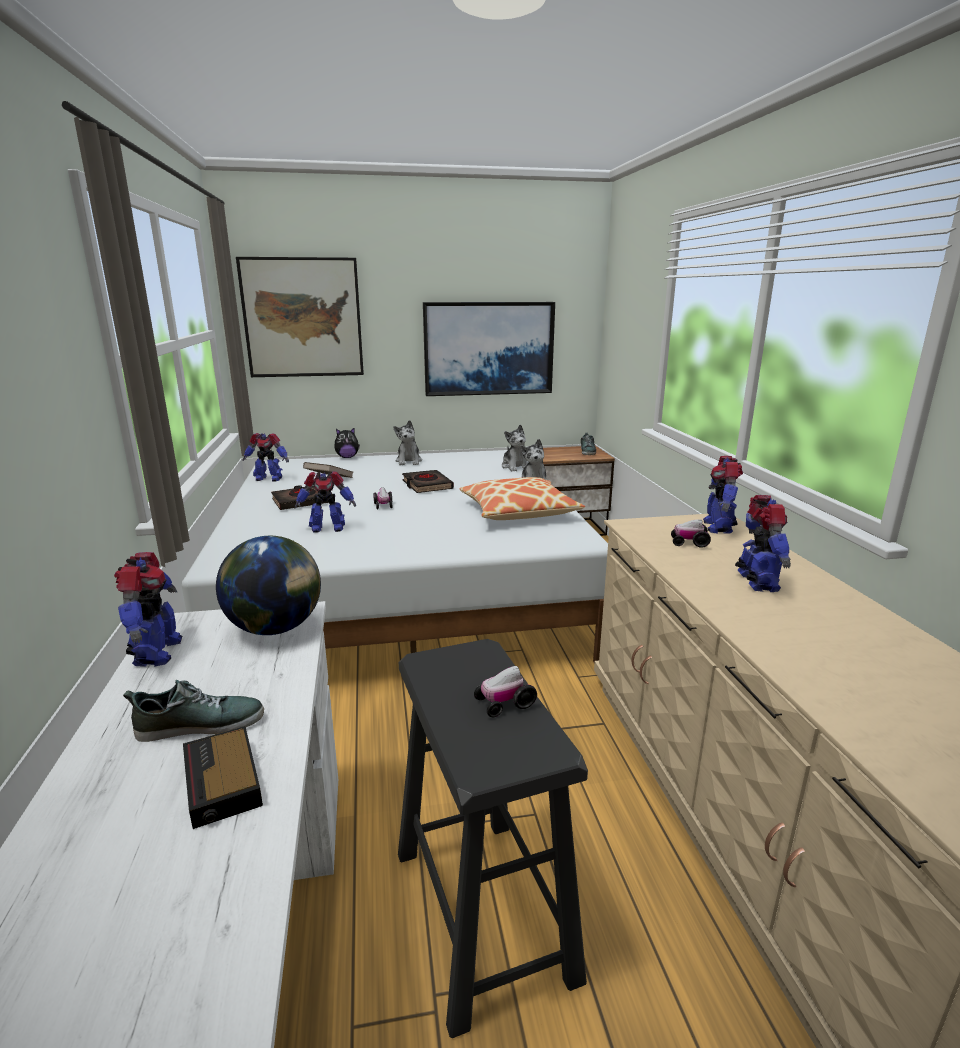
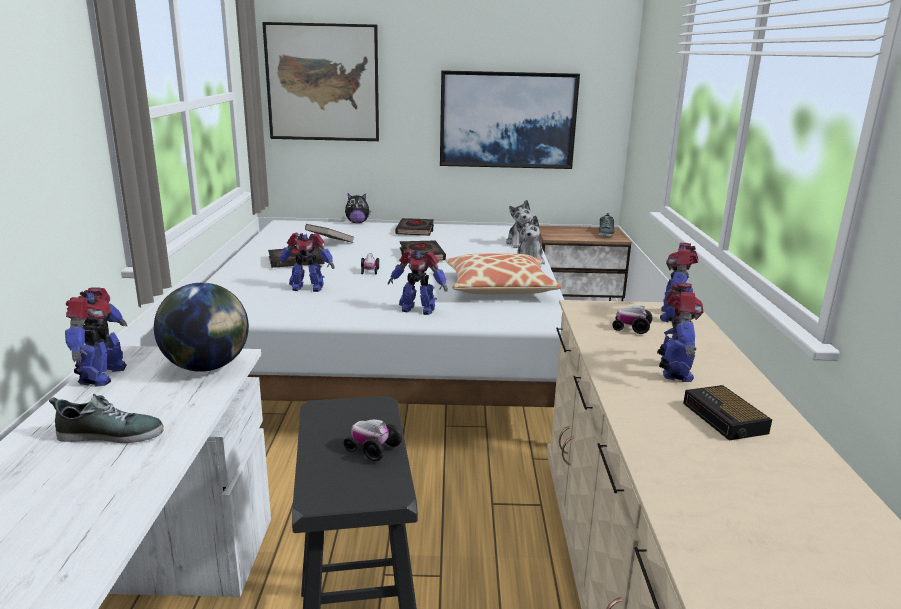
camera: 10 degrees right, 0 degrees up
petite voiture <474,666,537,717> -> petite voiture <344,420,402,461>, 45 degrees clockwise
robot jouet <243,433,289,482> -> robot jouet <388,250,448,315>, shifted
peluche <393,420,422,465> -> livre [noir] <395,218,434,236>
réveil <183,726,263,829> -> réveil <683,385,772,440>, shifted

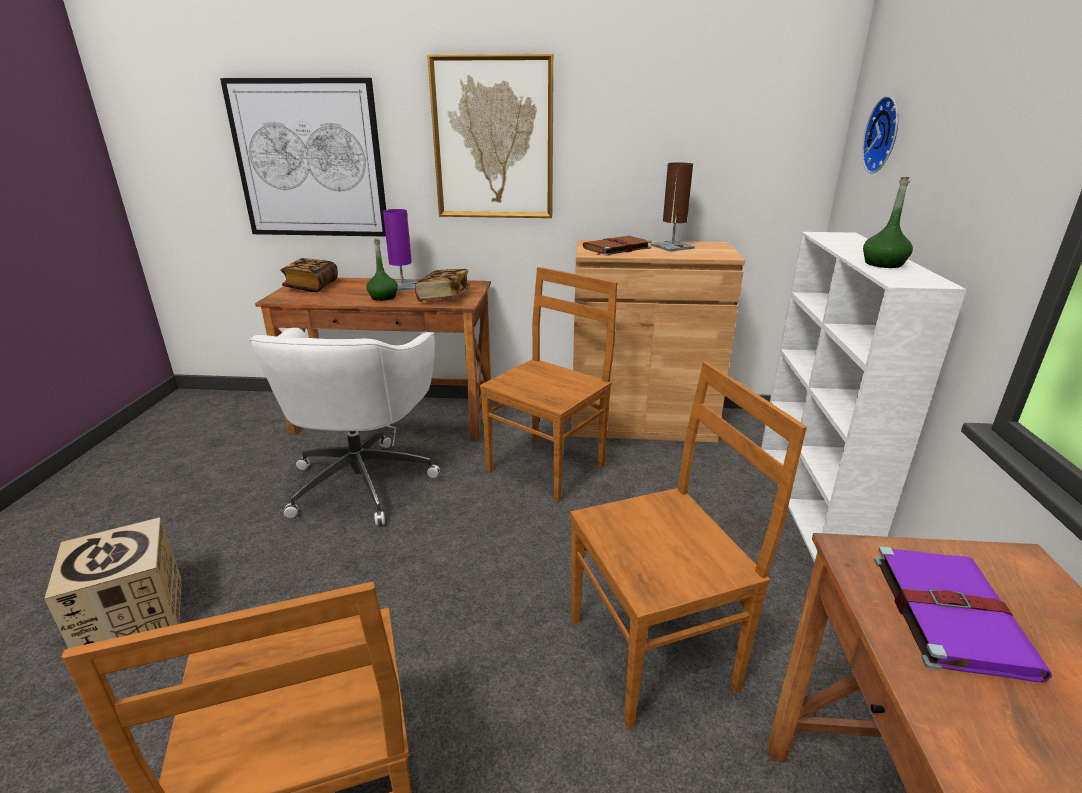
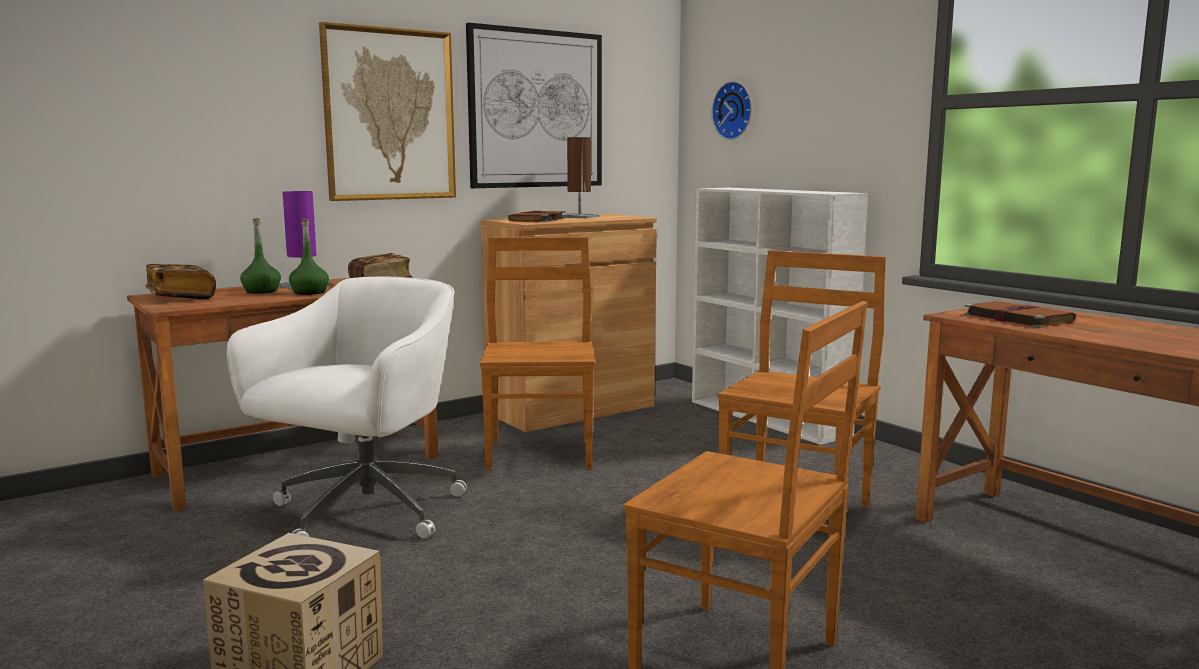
camera: 40 degrees left, 15 degrees down
chaise de bureau [blanc] <249,328,440,526> -> chaise de bureau [blanc] <227,276,467,539>, 120 degrees counterclockwise
bouteille [vert] <863,177,913,268> -> bouteille [vert] <240,218,281,294>, shifted
tableau <220,78,386,237> -> tableau <466,23,602,188>, shifted
livre [violet] <874,547,1052,682> -> livre [marron] <963,301,1076,328>

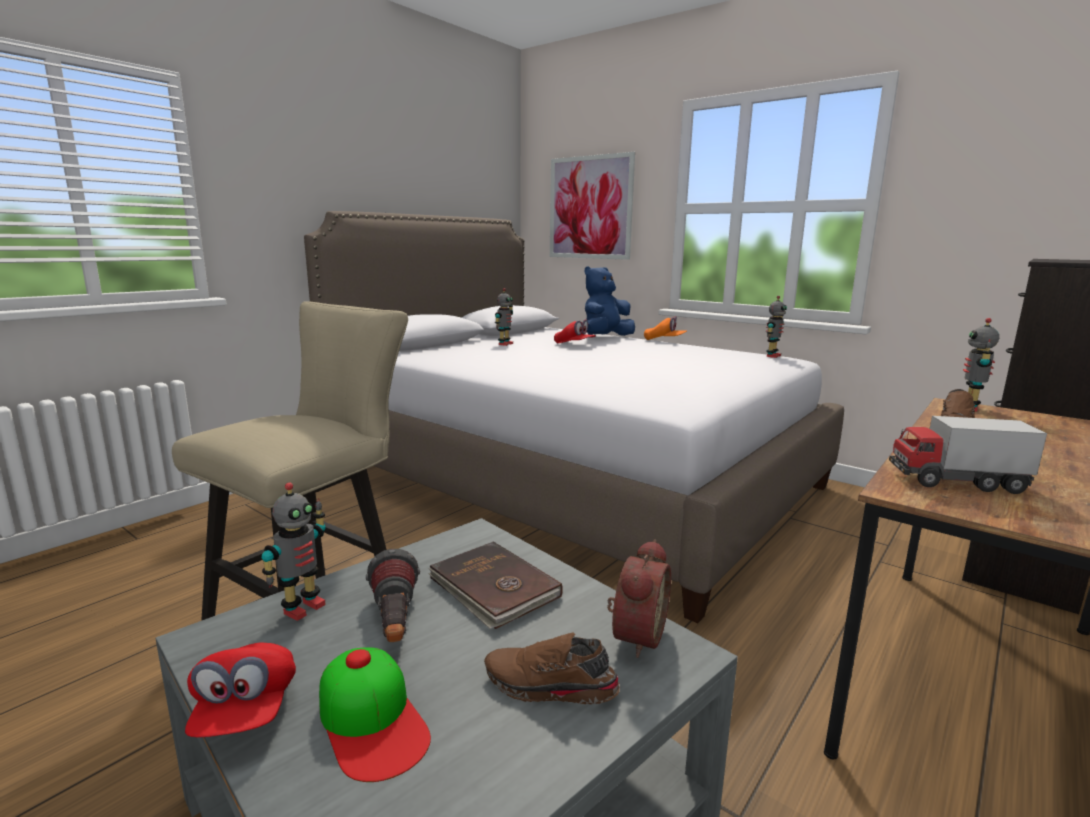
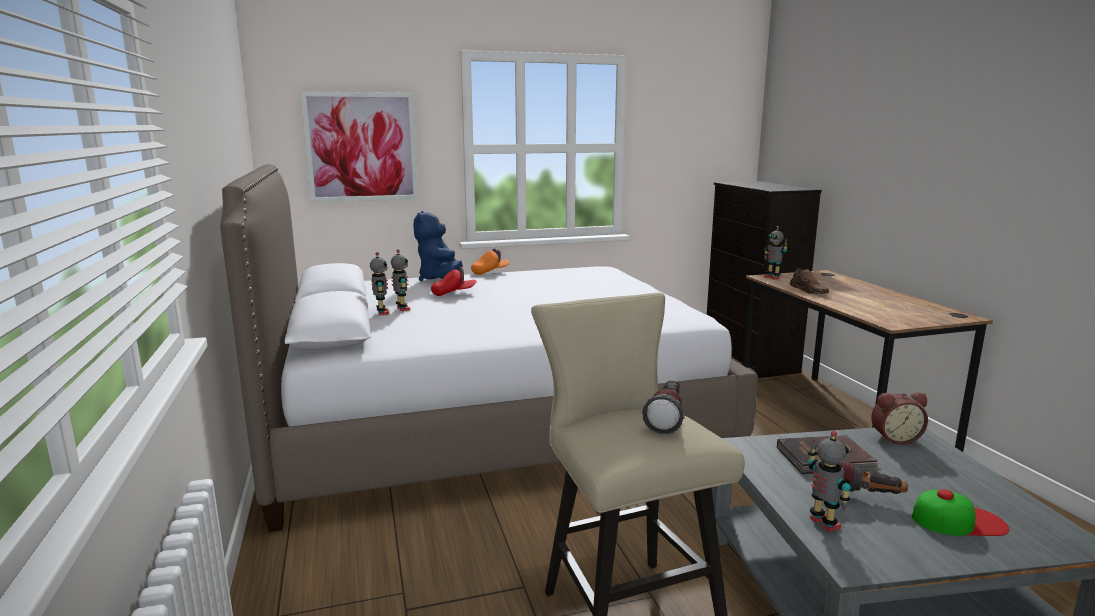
camera: 55 degrees left, 0 degrees up
robot jouet <766,296,787,358> -> robot jouet <370,252,389,315>, shifted
none -> lampe de poche <642,380,685,434>
réveil <607,539,671,658> -> réveil <871,393,928,445>, 120 degrees clockwise
casquette [rouge] <185,643,296,738> -> none
chaussure [marron] <484,632,620,704> -> none
camion jouet <889,416,1047,494> -> none

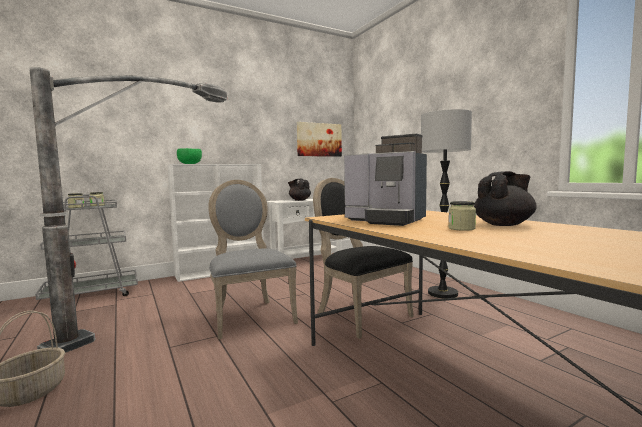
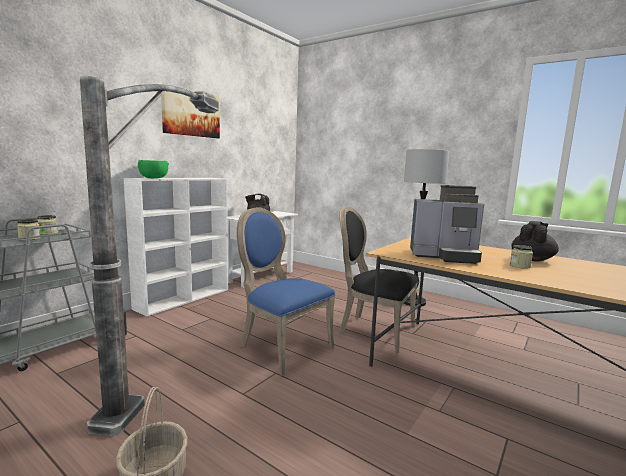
camera: 25 degrees left, 5 degrees up
tableau <297,122,342,157> -> tableau <161,84,220,138>, shifted
chaise [gris] <208,180,298,340> -> chaise [bleu] <236,207,335,376>

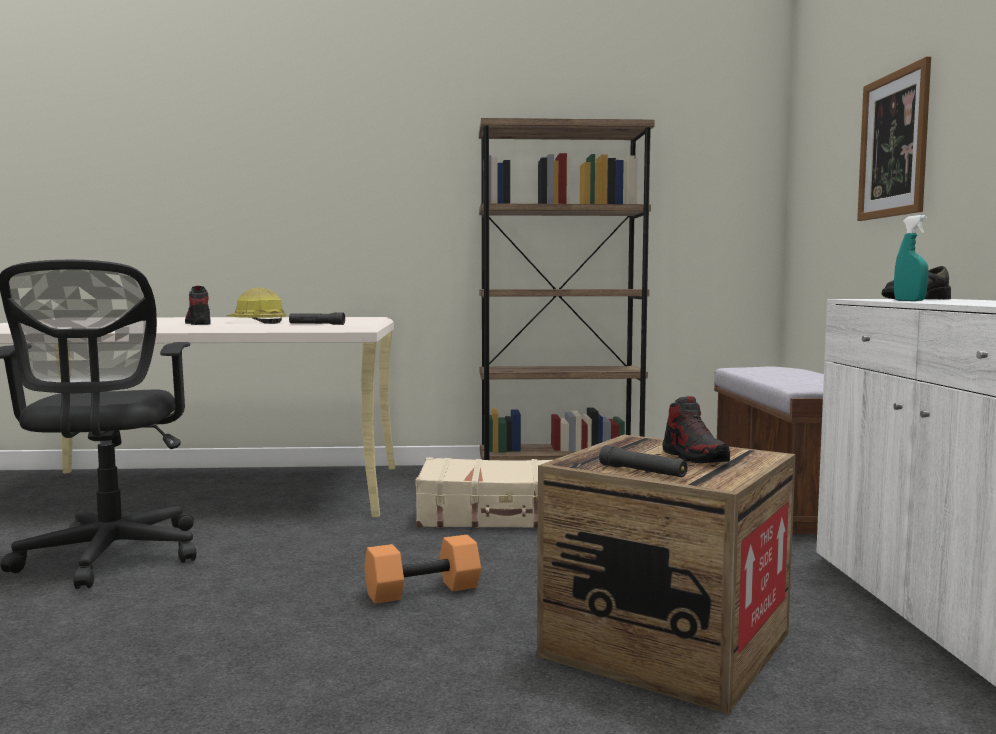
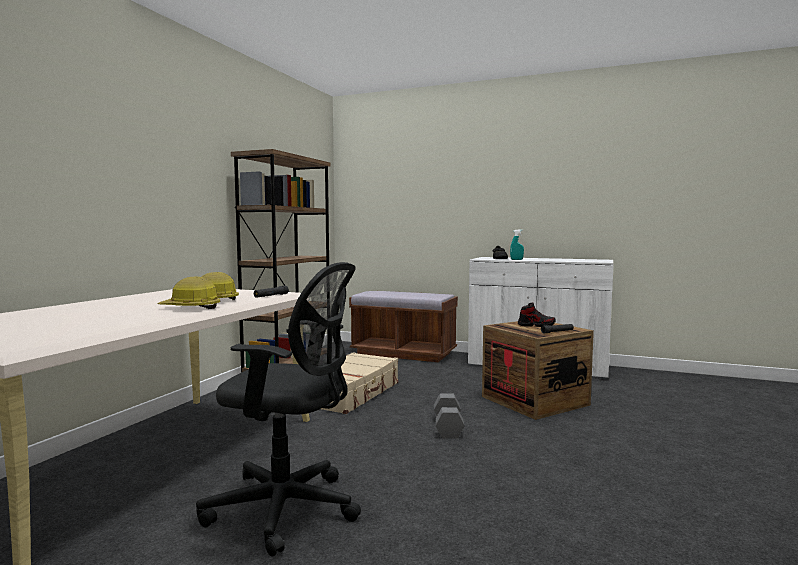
camera: 65 degrees left, 0 degrees up
chaussure <185,286,211,325> -> casque de chantier <157,276,220,309>
haltère [orange] <364,535,481,604> -> haltère [gris] <434,393,465,439>
tableau <857,57,931,221> -> none

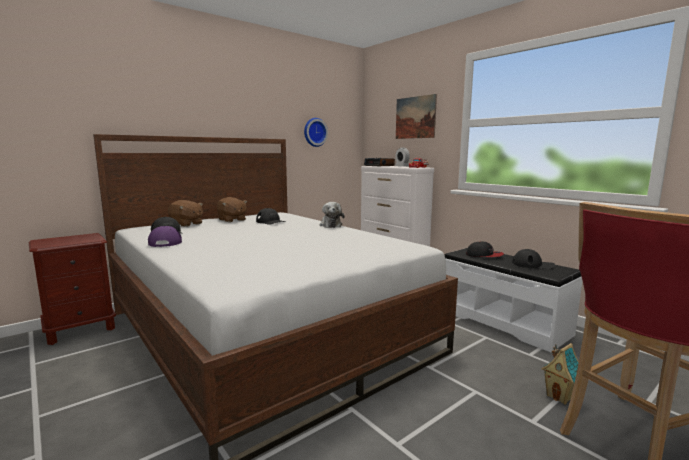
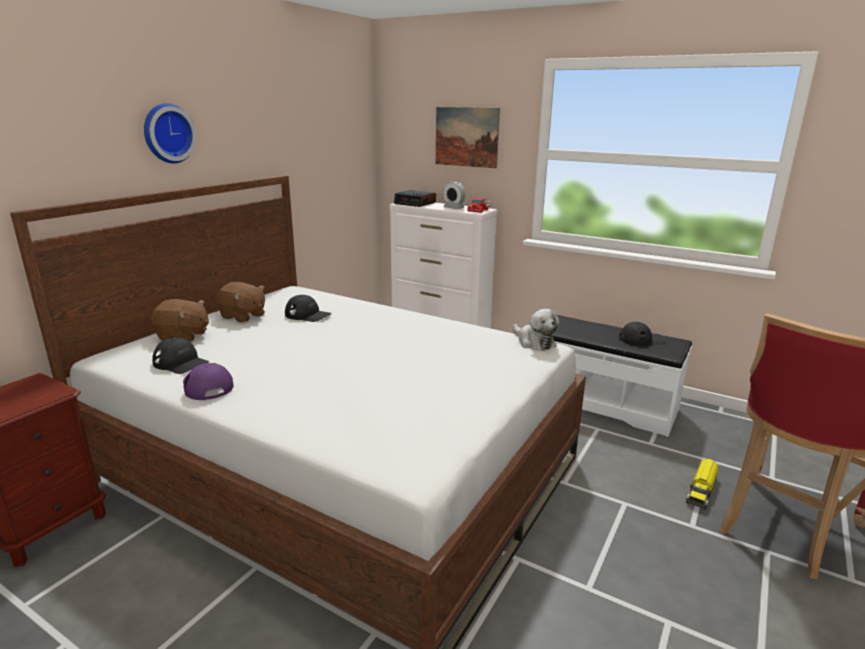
camera: 20 degrees left, 10 degrees up
horloge murale <304,118,328,147> -> horloge murale <144,103,197,164>, shifted
peluche <320,202,345,228> -> peluche <513,309,560,351>, shifted
maison miniature <541,343,579,404> -> camion jouet <686,458,718,510>
casquette <466,241,504,257> -> none

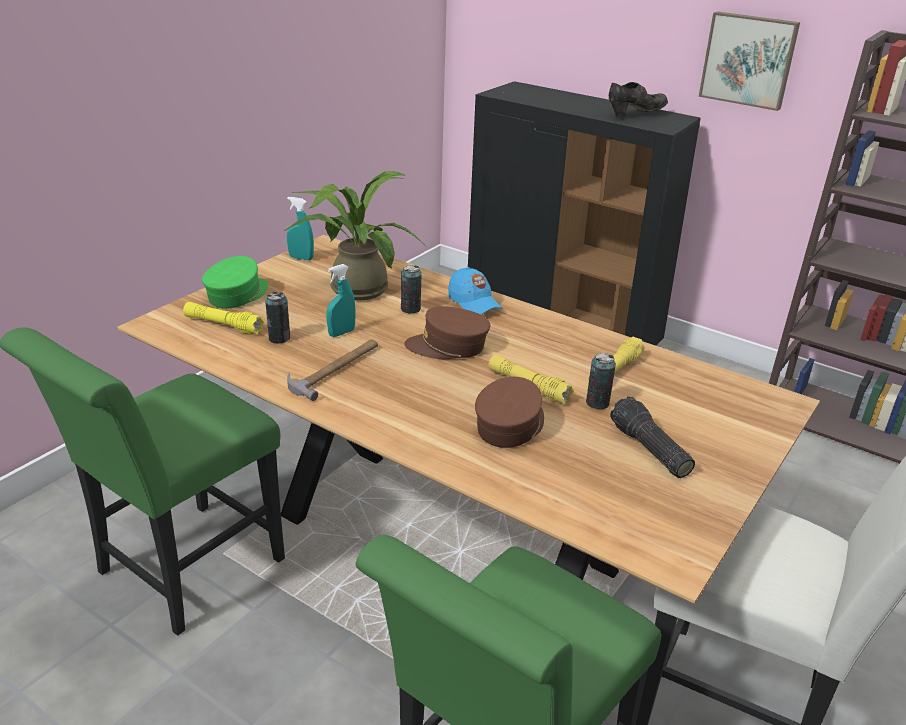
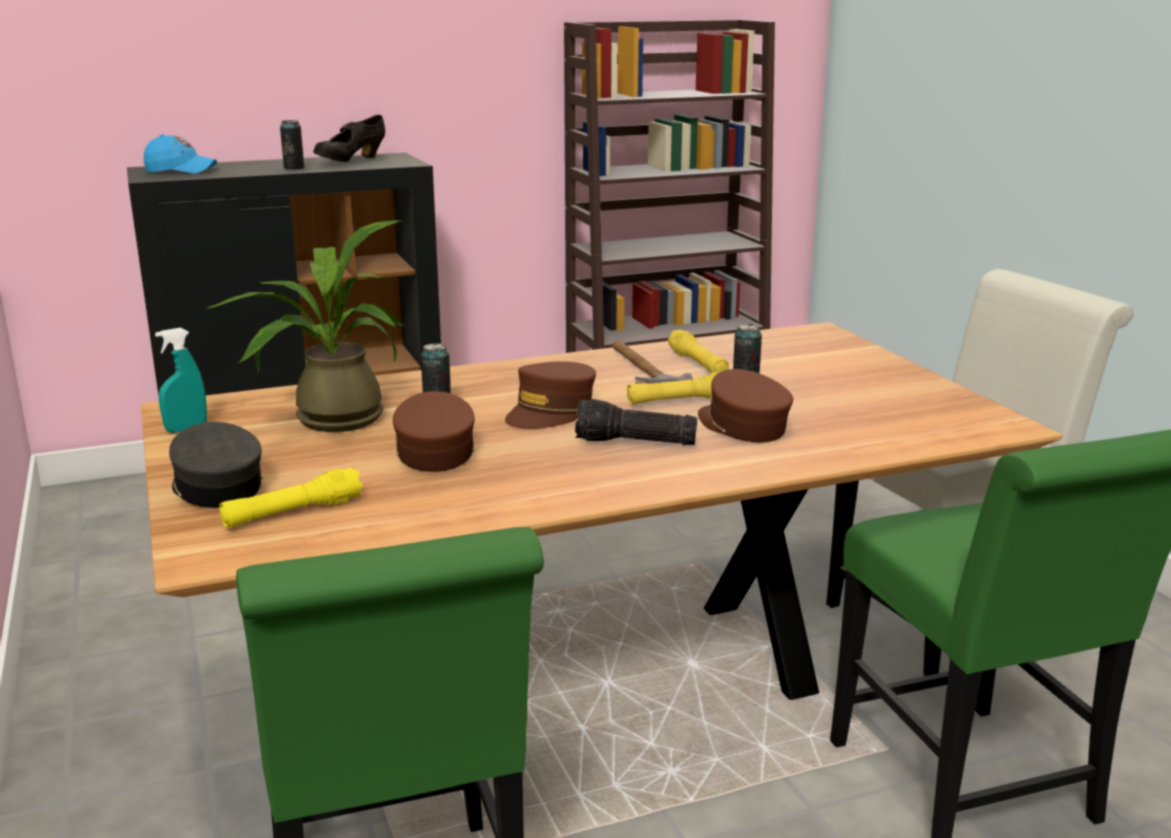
camera: 55 degrees left, 10 degrees down
casquette [bleu] <448,267,503,315> -> casquette [bleu] <144,134,217,174>, shifted
casquette [vert] <202,256,269,309> -> casquette [gris] <169,422,263,508>
boîte métallique <265,292,290,344> -> boîte métallique <280,120,305,170>, shifted
chaussure [noir] <609,82,668,118> -> chaussure [noir] <313,115,385,162>, 150 degrees counterclockwise
vaporisateur [turquoise] <326,264,356,337> -> casquette [marron] <393,391,475,472>
lampe de poche <610,396,695,478> -> lampe de poche <575,399,697,445>, shifted
marteau <287,339,378,401> -> marteau <612,341,692,384>, shifted
tableau <699,11,800,111> -> none

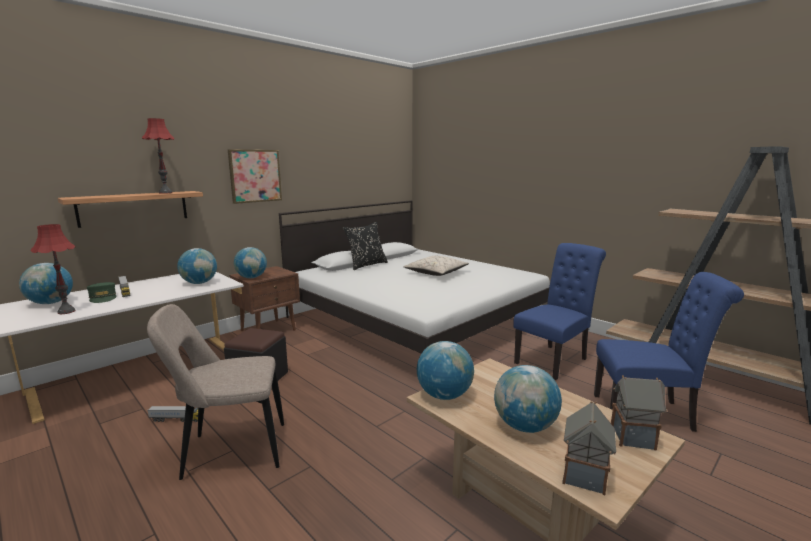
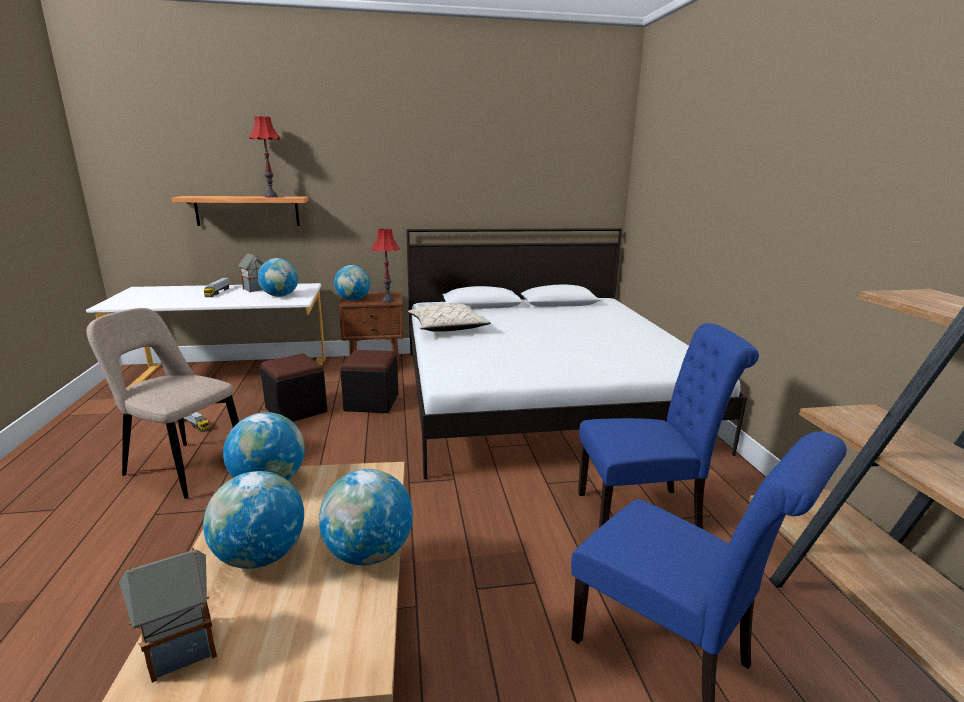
camera: 35 degrees right, 5 degrees up
maison miniature <611,375,668,451> -> maison miniature <238,252,264,293>, shifted
globe <19,263,73,304> -> globe <319,469,413,565>, shifted
none -> pouf [noir] <340,350,398,413>
lampe de table [rouge] <30,224,76,314> -> lampe de table [rouge] <371,229,400,303>, shifted
coussin [beige] <404,256,469,276> -> coussin [beige] <408,304,491,332>, shifted
casquette [vert] <87,282,117,303> -> none
tableau <228,149,282,204> -> none
coussin [noir] <343,222,388,270> -> none

